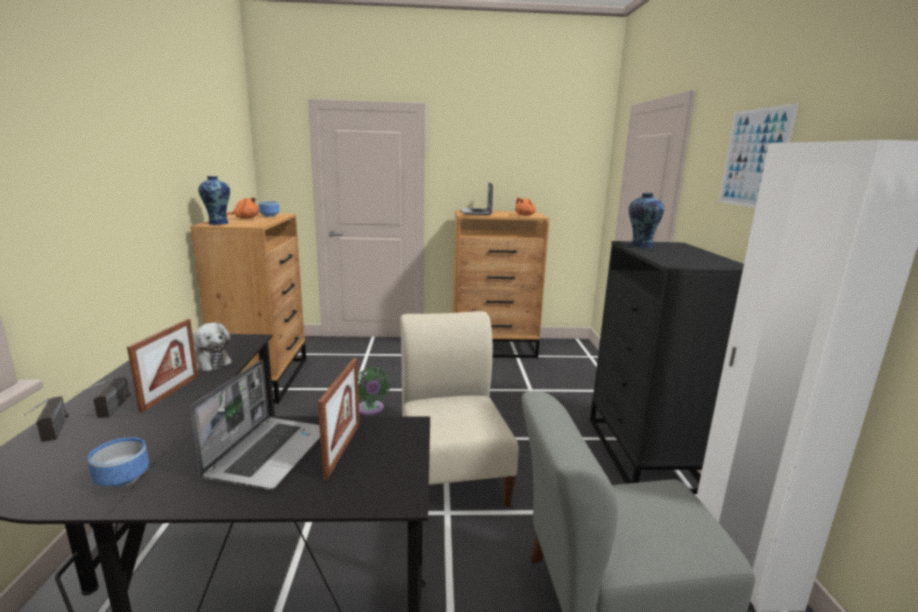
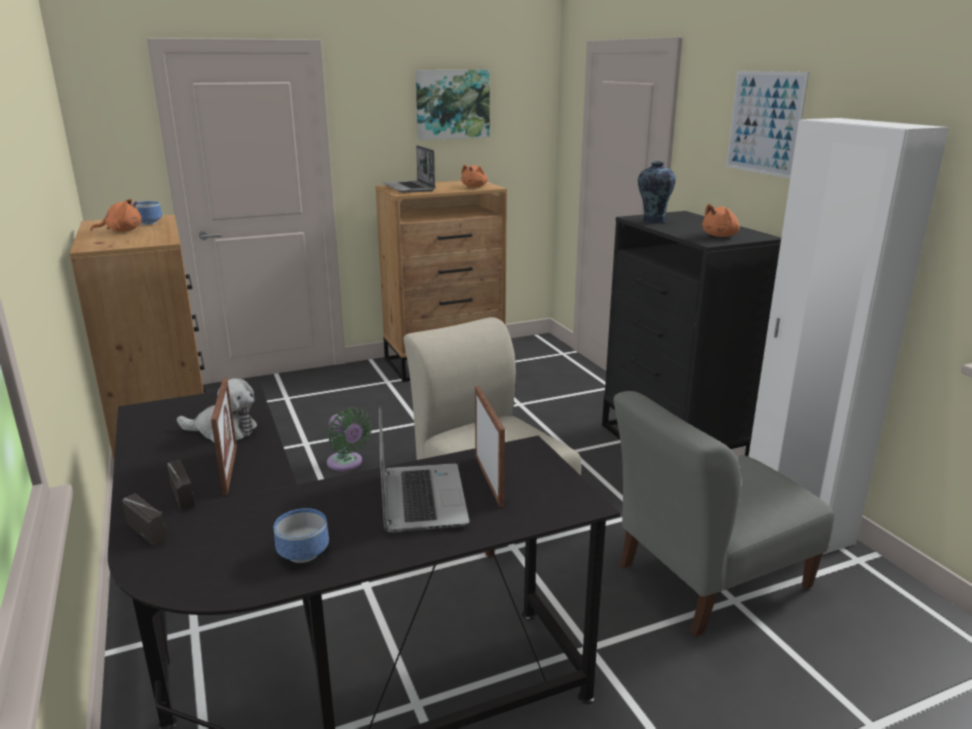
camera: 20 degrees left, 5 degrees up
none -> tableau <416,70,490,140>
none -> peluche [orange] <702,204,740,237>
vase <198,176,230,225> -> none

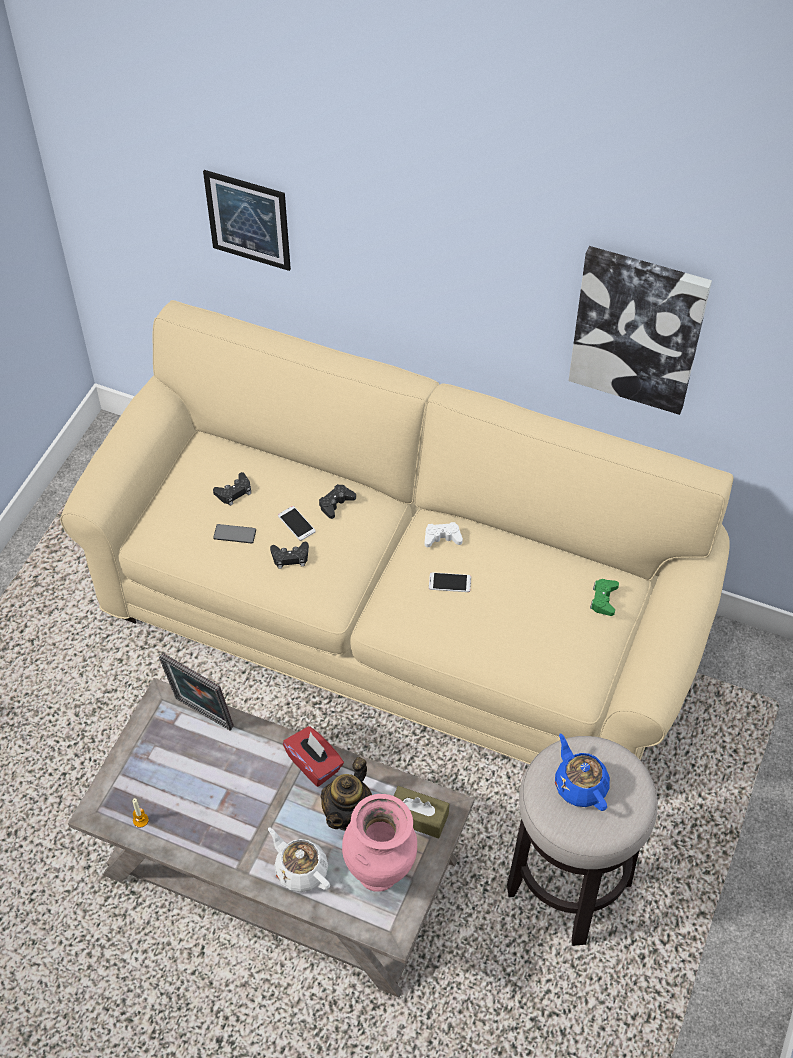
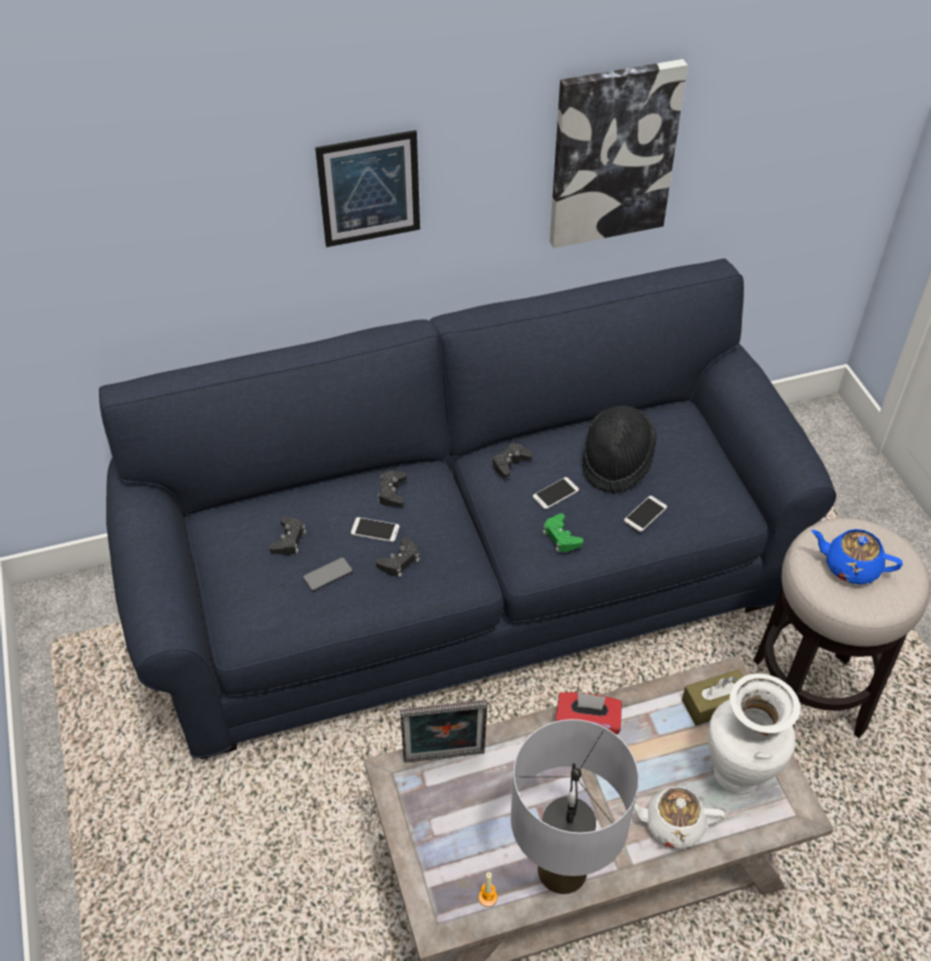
camera: 40 degrees left, 5 degrees down
canapé [beige] <60,300,733,764> -> canapé [bleu] <99,259,836,759>
tableau <203,170,291,271> -> tableau <315,130,420,247>, shifted
manette [blanc] <425,522,463,547> -> manette [noir] <492,443,533,478>
none -> lampe de table [gris] <511,719,639,894>
manette [vert] <590,579,619,616> -> manette [vert] <542,513,583,553>, shifted
none -> chapeau [noir] <582,406,657,494>
none -> téléphone <624,496,667,532>
vase [rose] <342,794,417,892> -> vase [blanc] <708,673,801,795>
théière <321,757,372,831> -> none

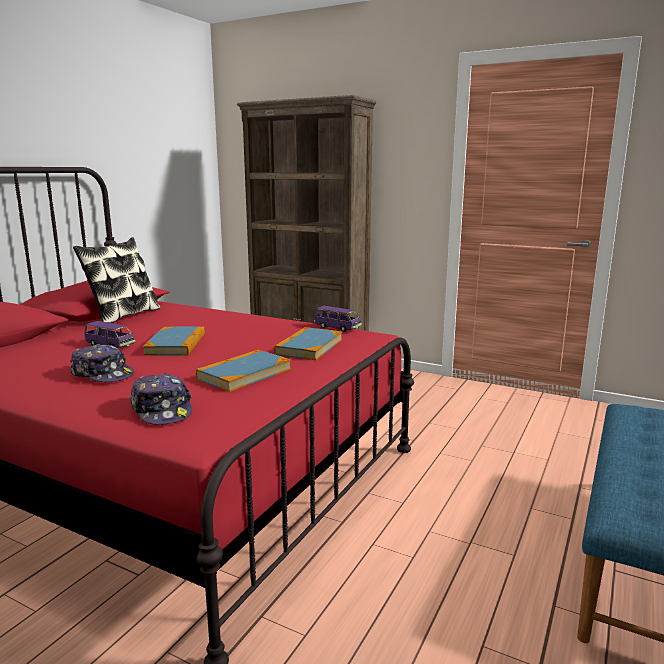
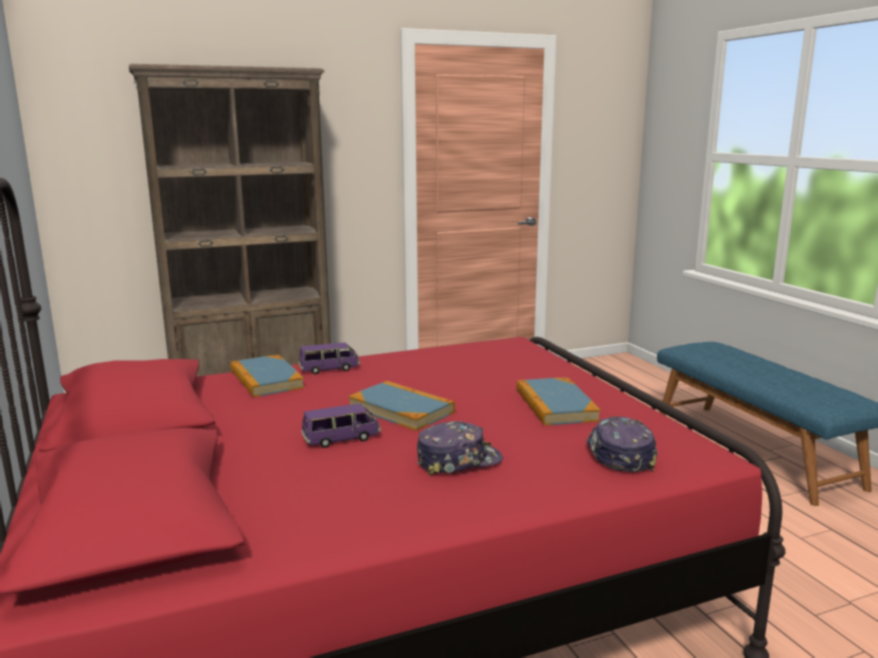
camera: 50 degrees left, 0 degrees up
livre <274,327,342,360> -> livre <230,355,304,397>, shifted
petite voiture [violet] <314,306,362,332> -> petite voiture [violet] <299,343,360,374>, shifted
casquette <130,373,192,425> -> casquette <586,417,658,472>, 105 degrees counterclockwise
coussin <73,237,160,323> -> none

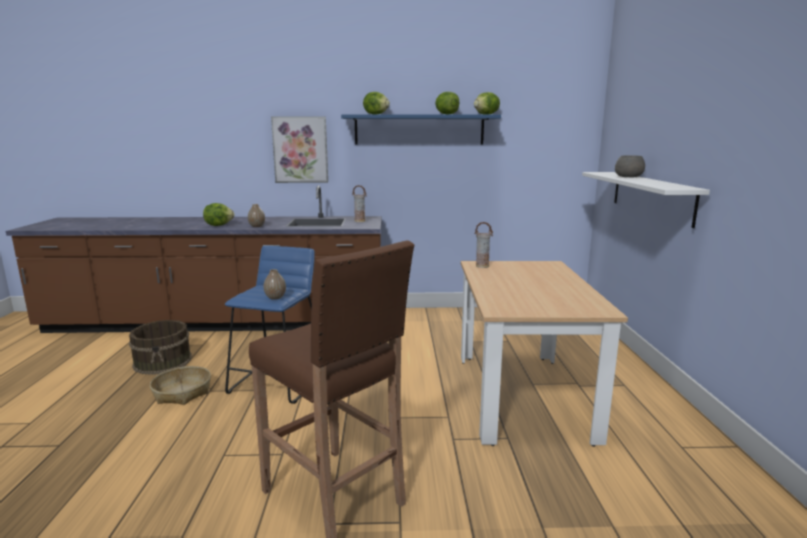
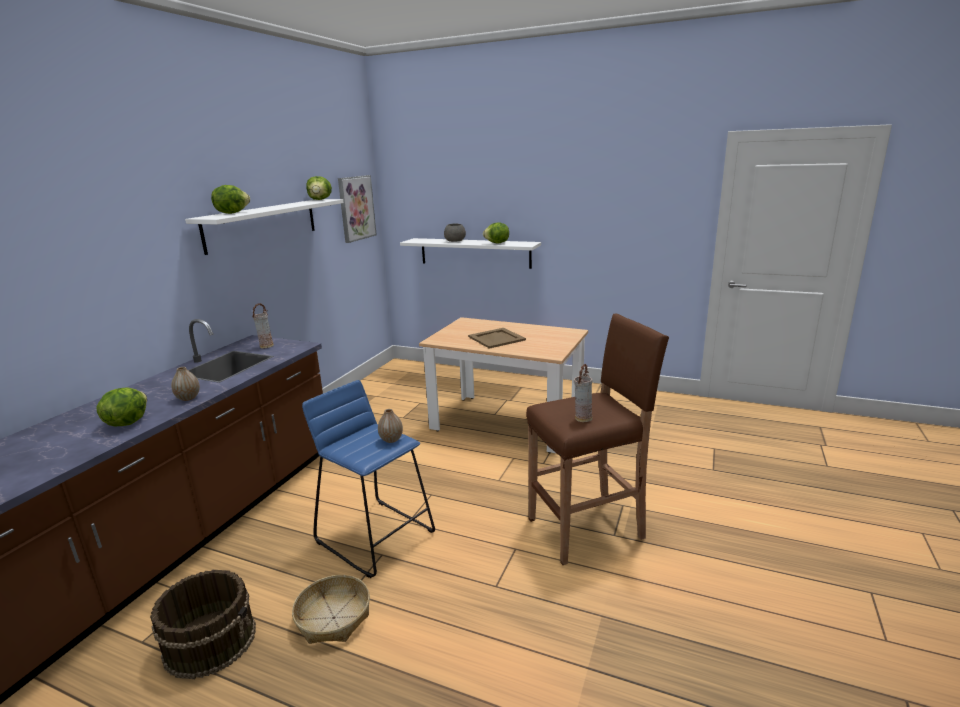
camera: 65 degrees left, 5 degrees up
étagère [bleu] <341,114,501,145> -> étagère [blanc] <185,199,343,255>
tableau <271,117,328,183> -> tableau <338,175,377,243>, shifted
none -> plateau [beige] <468,328,526,349>
laitue <435,91,459,115> -> laitue <483,223,509,244>, shifted
vase <475,222,493,268> -> vase <574,364,592,422>, shifted

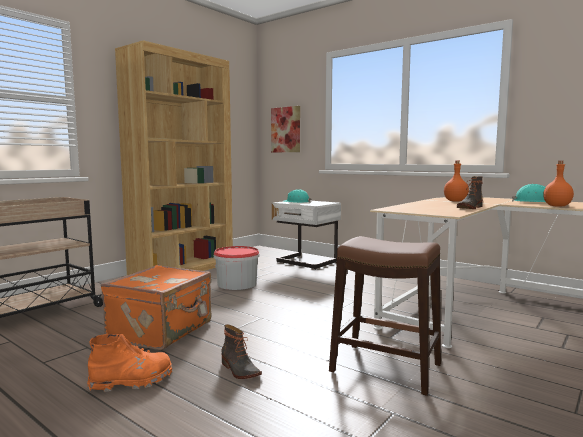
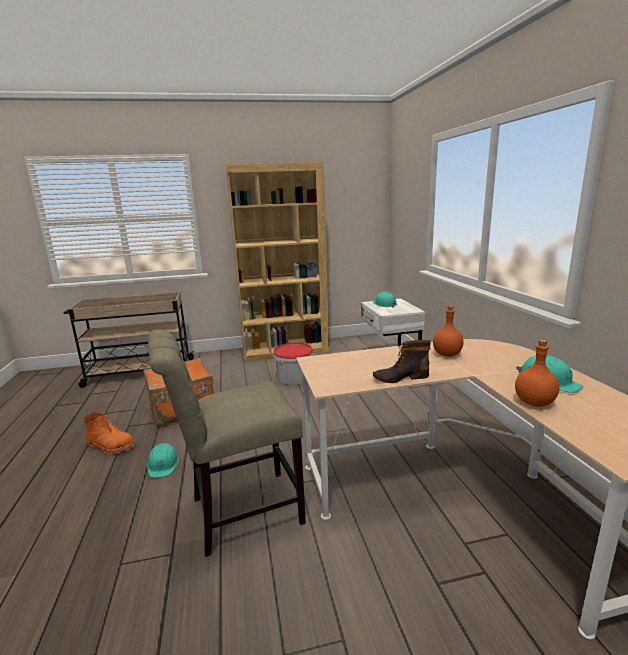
camera: 40 degrees right, 10 degrees up
botte <221,324,262,379> -> casque de chantier [turquoise] <147,443,179,478>
tabouret [marron] <329,236,441,396> -> chaise [beige] <148,330,306,557>
tableau <271,106,300,152> -> none

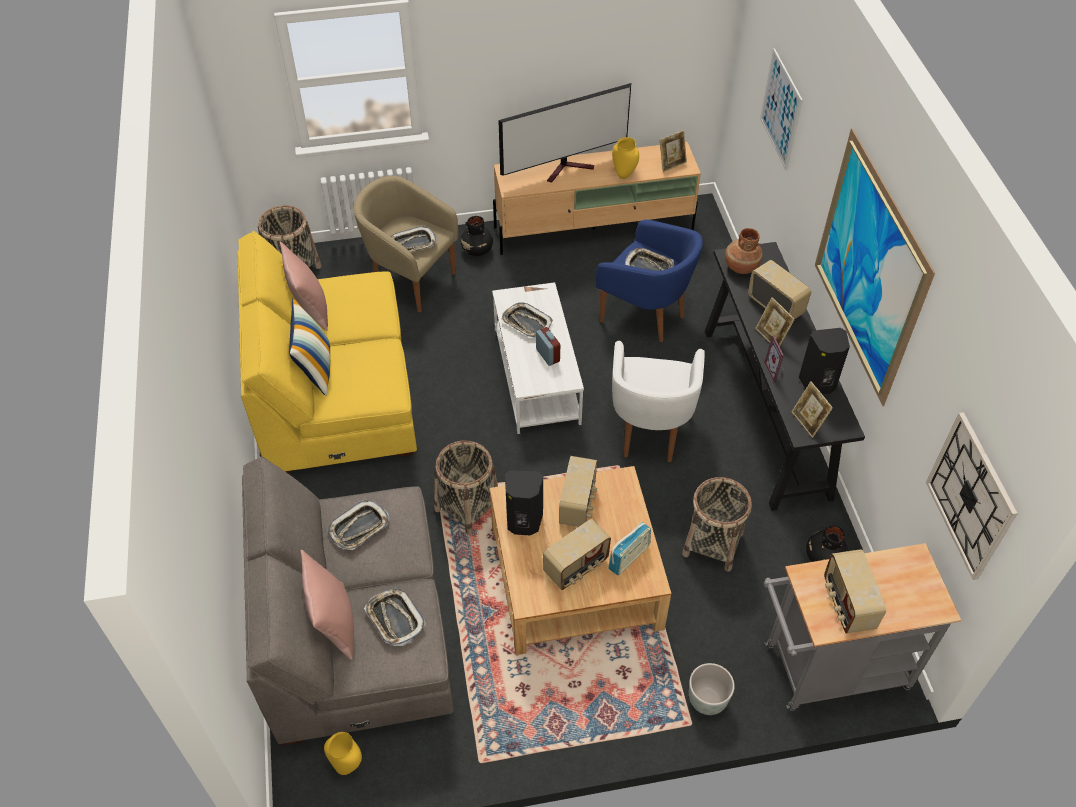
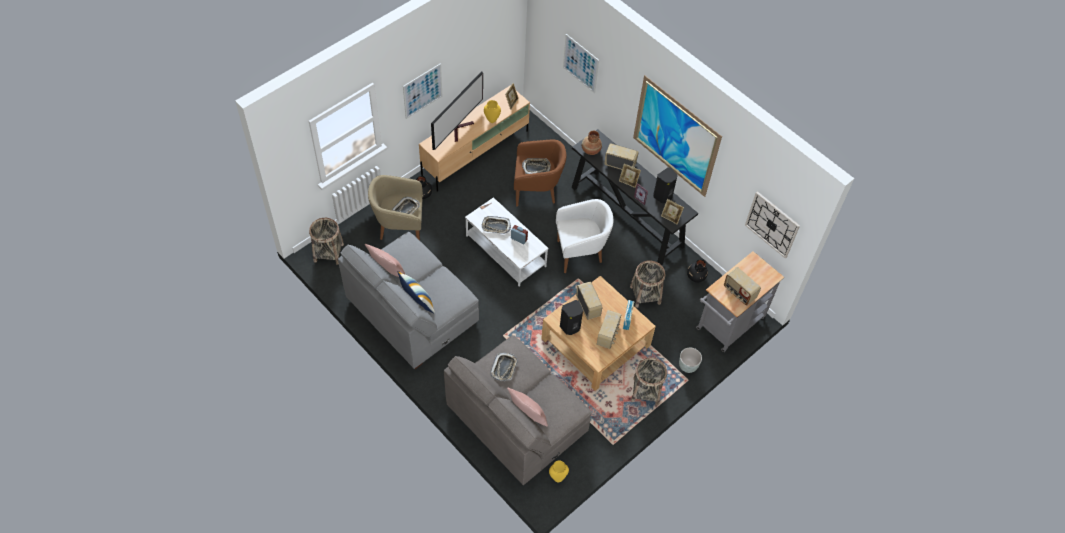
camera: 35 degrees left, 5 degrees up
canapé [jaune] <238,231,417,474> -> canapé [gris] <338,232,479,369>
none -> tableau <403,63,442,119>
fauteuil [bleu] <596,220,703,342> -> fauteuil [marron] <514,140,566,207>
fauteuil [blanc] <612,341,705,462> -> fauteuil [blanc] <556,199,613,273>, 75 degrees counterclockwise
panier <434,441,498,535> -> panier <631,357,667,406>, shifted
plateau <364,588,426,646> -> none

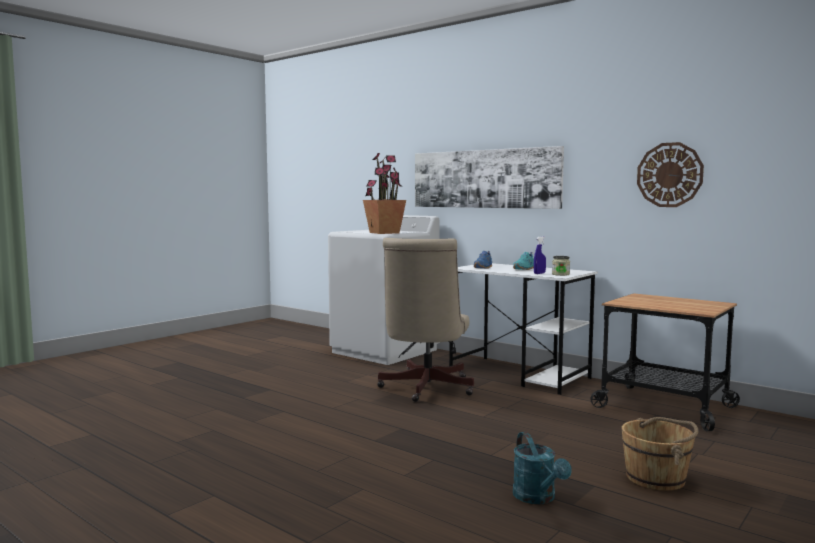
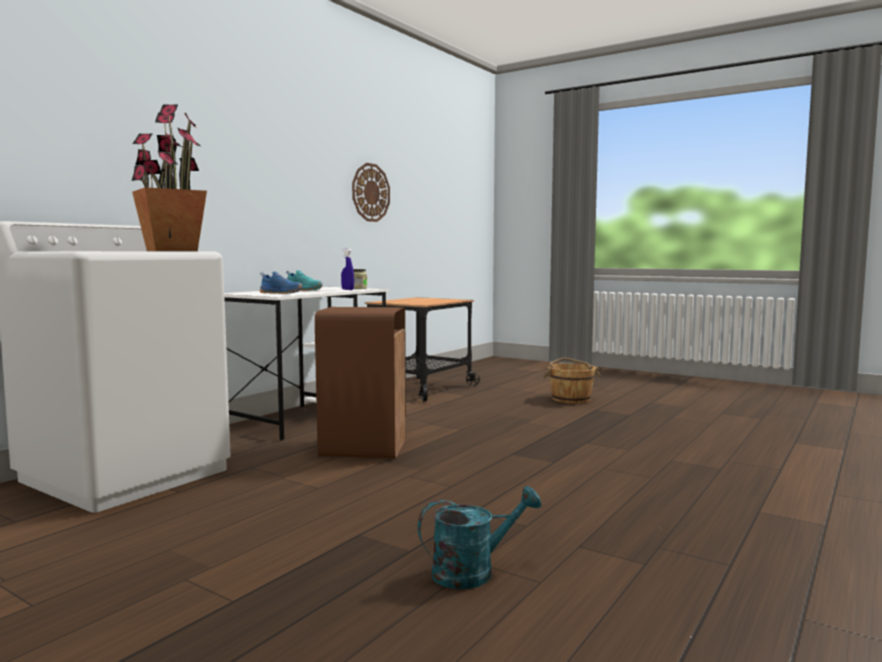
camera: 95 degrees left, 0 degrees up
chaise de bureau [beige] <377,238,474,402> -> poubelle [marron] <315,307,406,458>
arrosoir [turquoise] <513,432,572,504> -> arrosoir [turquoise] <417,486,542,589>, shifted
tableau <415,146,564,209> -> none

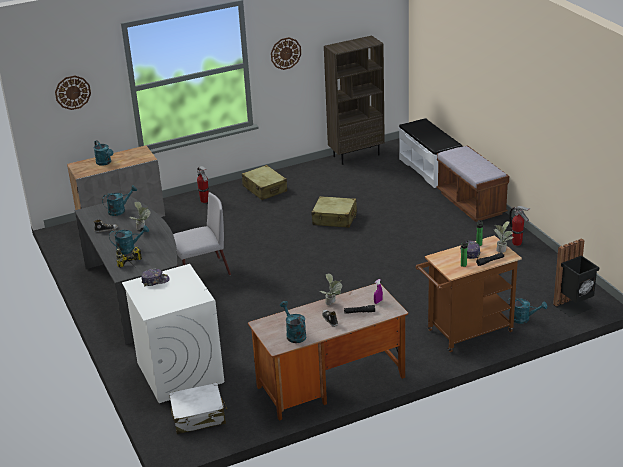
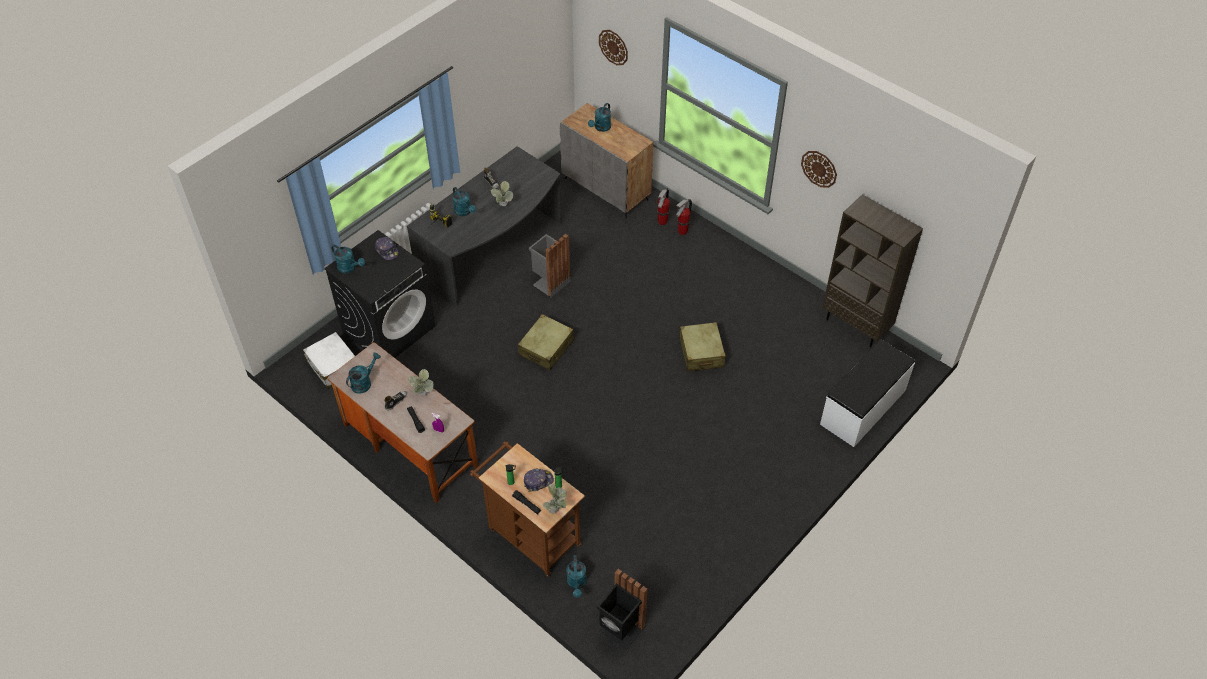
camera: 65 degrees right, 20 degrees up
lave-linge [blanc] <122,264,224,403> -> lave-linge [noir] <324,230,435,358>
arrosoir [turquoise] <102,185,137,216> -> arrosoir [turquoise] <331,245,365,274>, shifted
valise [beige] <242,165,287,200> -> valise [beige] <518,314,574,370>, shifted
chaise [gris] <173,192,231,275> -> poubelle [gris] <529,234,571,297>
extincteur <509,206,531,246> -> extincteur <657,188,670,225>, shifted
banc [marron] <436,146,509,222> -> none

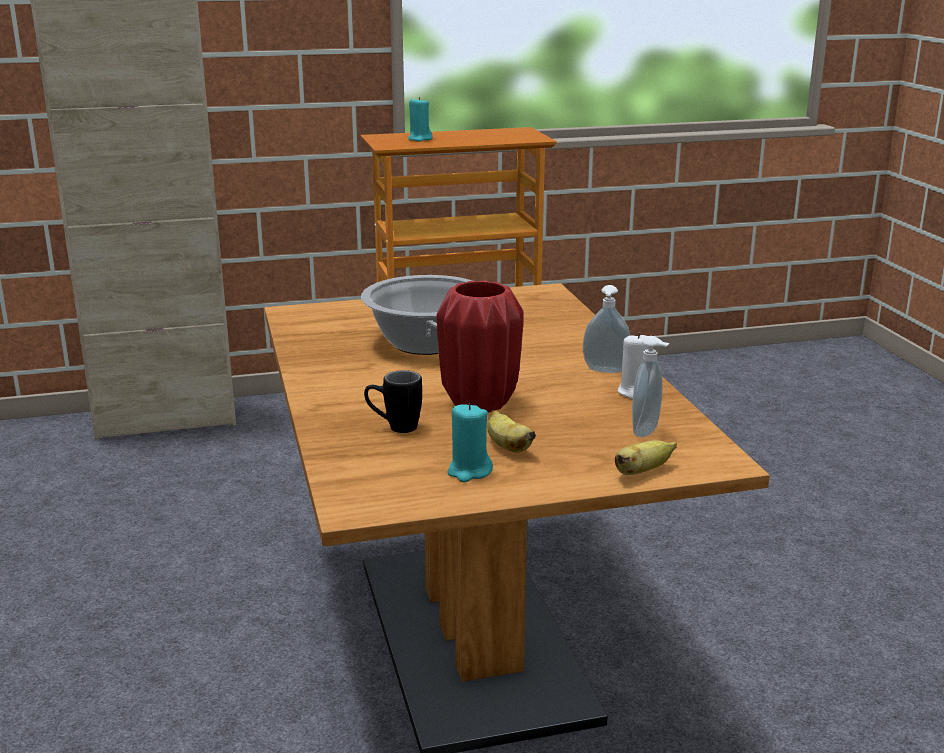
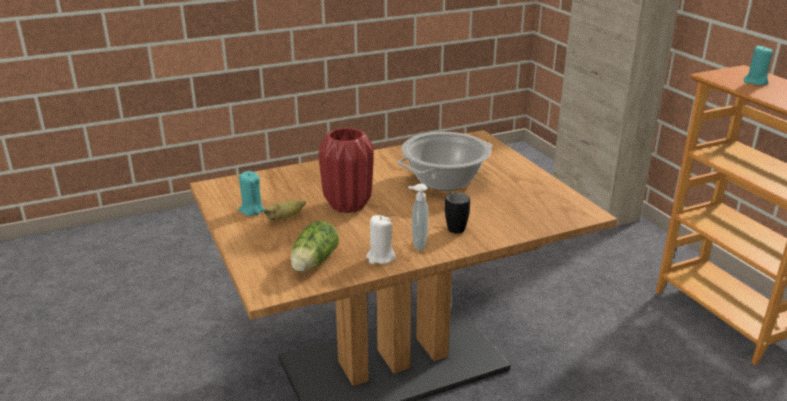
camera: 80 degrees right, 5 degrees up
distributeur de savon <632,336,670,437> -> laitue <290,221,339,272>
mug [noir] <364,370,422,433> -> mug [noir] <445,193,470,233>, shifted
banane <615,440,677,475> -> none

